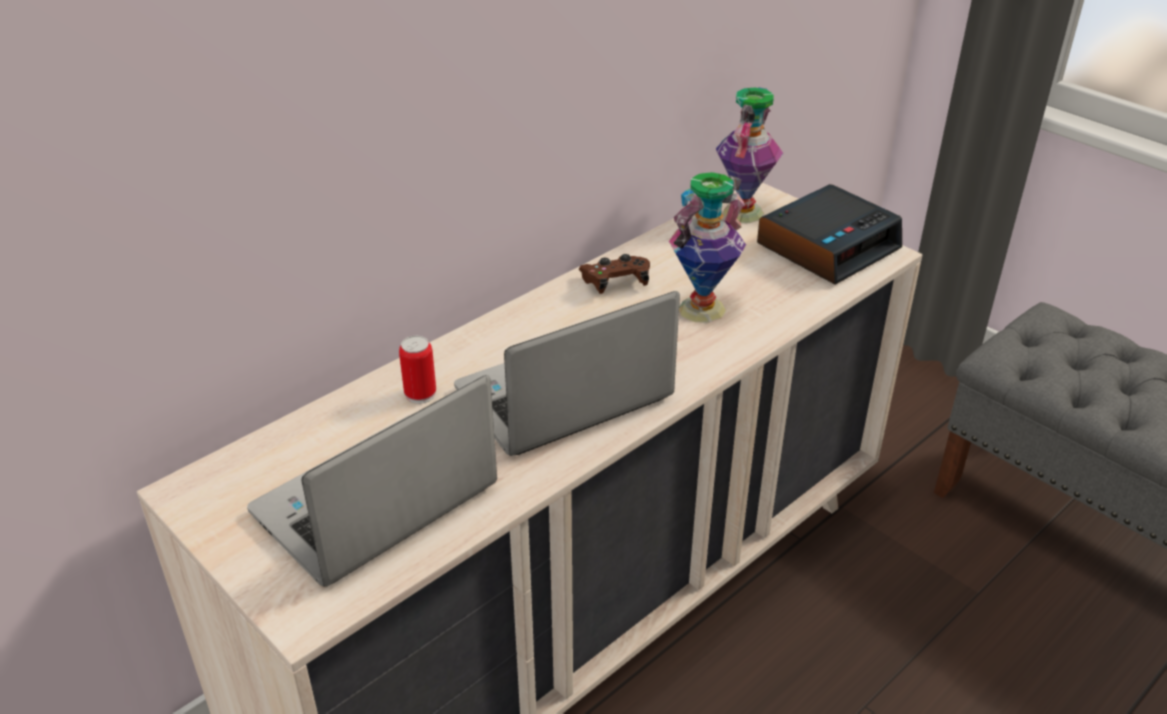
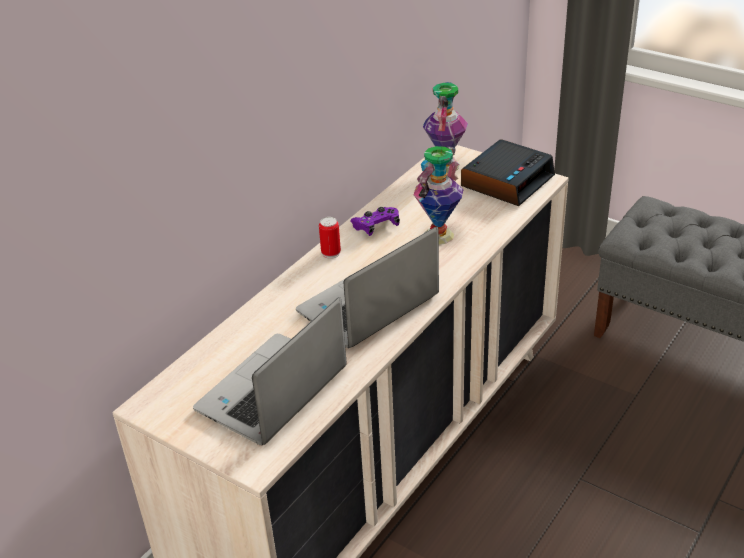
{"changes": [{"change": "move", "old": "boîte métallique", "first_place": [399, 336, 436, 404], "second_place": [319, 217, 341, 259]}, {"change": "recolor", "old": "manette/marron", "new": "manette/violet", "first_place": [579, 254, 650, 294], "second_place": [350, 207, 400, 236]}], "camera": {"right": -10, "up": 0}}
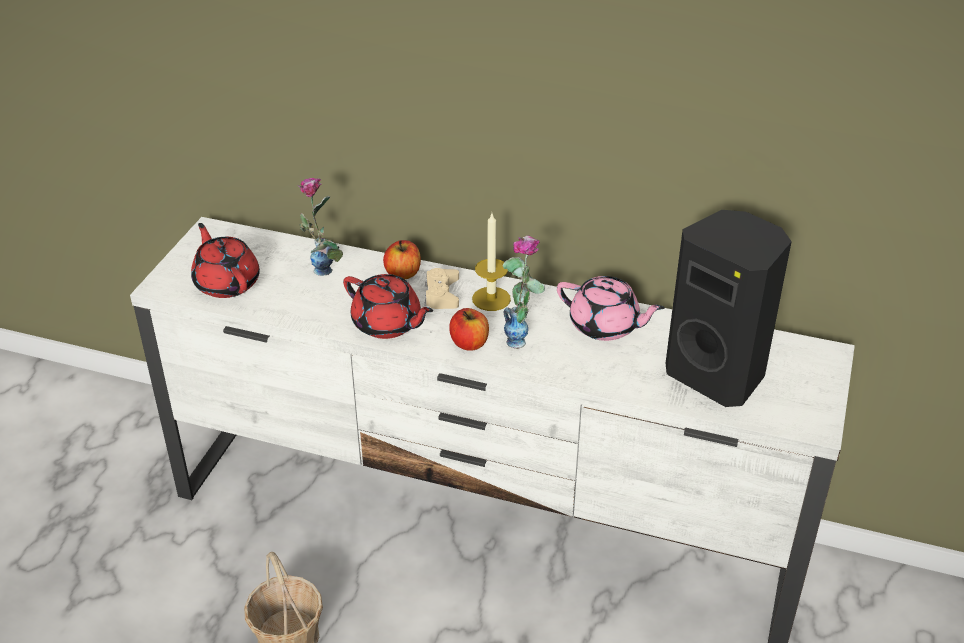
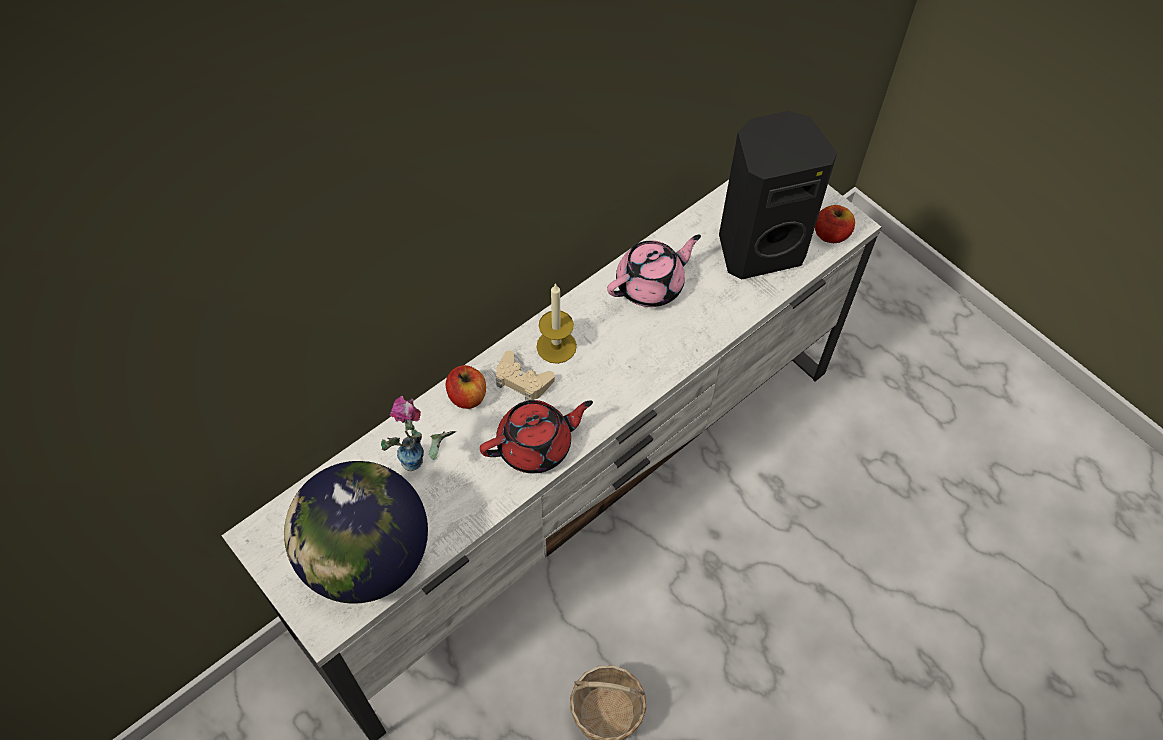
{"changes": [{"change": "replace", "old": "théière/rouge", "new": "globe", "first_place": [191, 223, 260, 298], "second_place": [284, 461, 428, 604]}, {"change": "move", "old": "pomme", "first_place": [449, 308, 489, 351], "second_place": [815, 205, 855, 243]}, {"change": "delete", "old": "vase", "first_place": [503, 235, 545, 349]}], "camera": {"right": -60, "up": 20}}
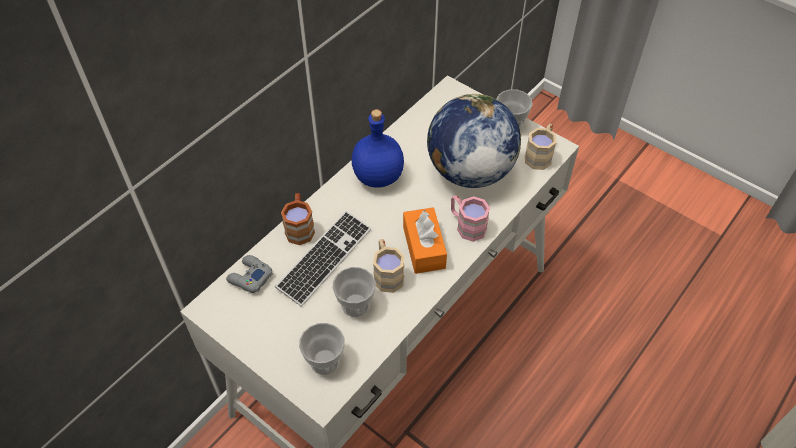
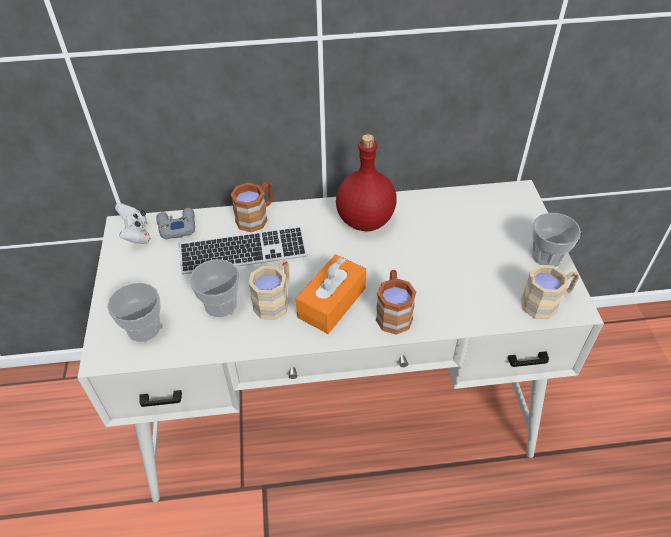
{"changes": [{"change": "recolor", "old": "bouteille/bleu", "new": "bouteille/rouge", "first_place": [352, 109, 404, 188], "second_place": [336, 134, 397, 231]}, {"change": "delete", "old": "globe", "first_place": [427, 94, 522, 188]}, {"change": "recolor", "old": "mug/rose", "new": "mug/marron", "first_place": [451, 195, 490, 242], "second_place": [376, 270, 416, 335]}, {"change": "insert", "new": "manette/blanc", "second_place": [115, 203, 151, 244]}], "camera": {"right": 45, "up": -5}}
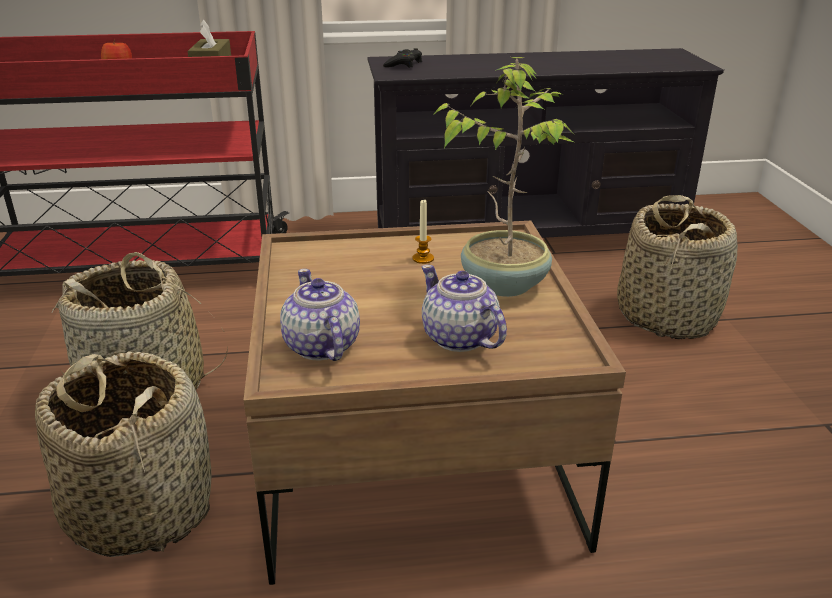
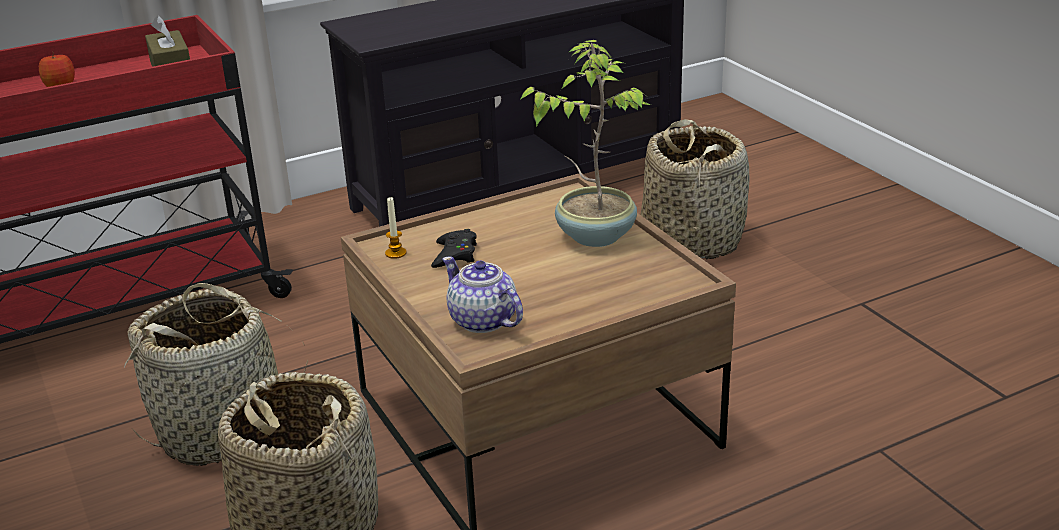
{"changes": [{"change": "move", "old": "manette/noir", "first_place": [383, 48, 422, 68], "second_place": [431, 229, 477, 268]}, {"change": "move", "old": "bougie", "first_place": [412, 199, 434, 264], "second_place": [385, 197, 406, 259]}, {"change": "delete", "old": "théière", "first_place": [421, 265, 507, 352]}], "camera": {"right": -20, "up": 0}}
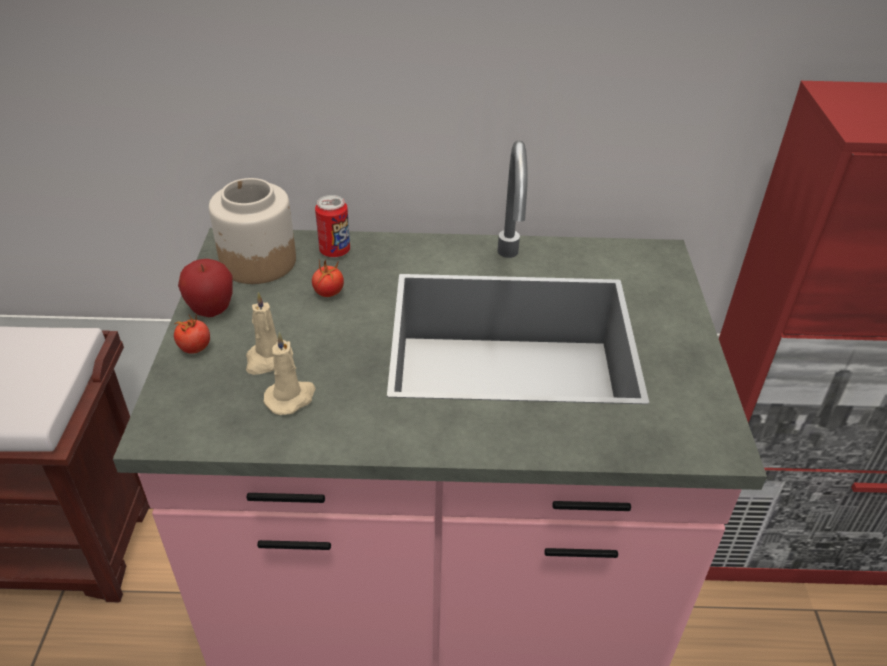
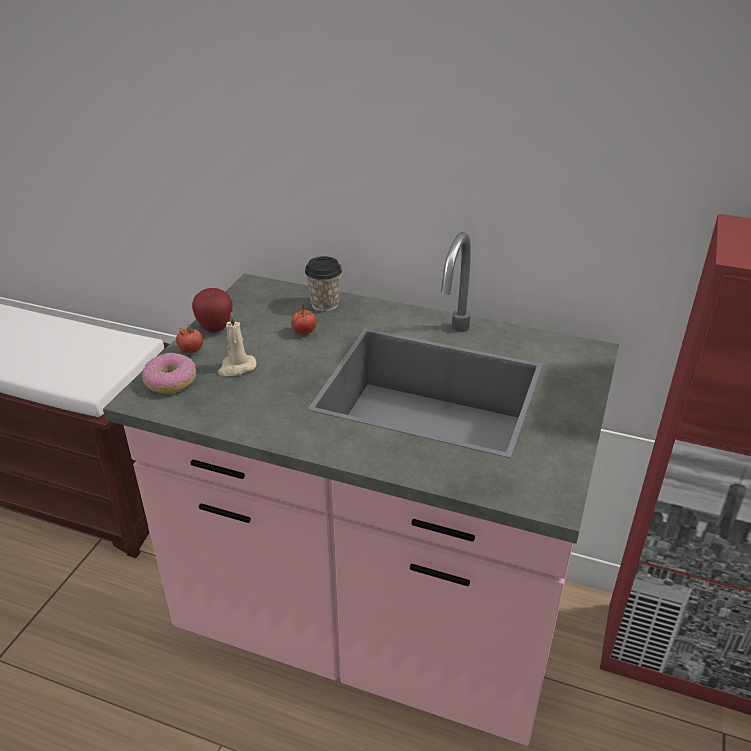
{"changes": [{"change": "delete", "old": "bocal", "first_place": [209, 178, 296, 284]}, {"change": "delete", "old": "bougie/beige", "first_place": [264, 332, 316, 415]}, {"change": "replace", "old": "boîte métallique", "new": "tasse", "first_place": [315, 195, 350, 258], "second_place": [305, 256, 342, 311]}, {"change": "insert", "new": "beignet", "second_place": [142, 353, 196, 394]}], "camera": {"right": 20, "up": -5}}
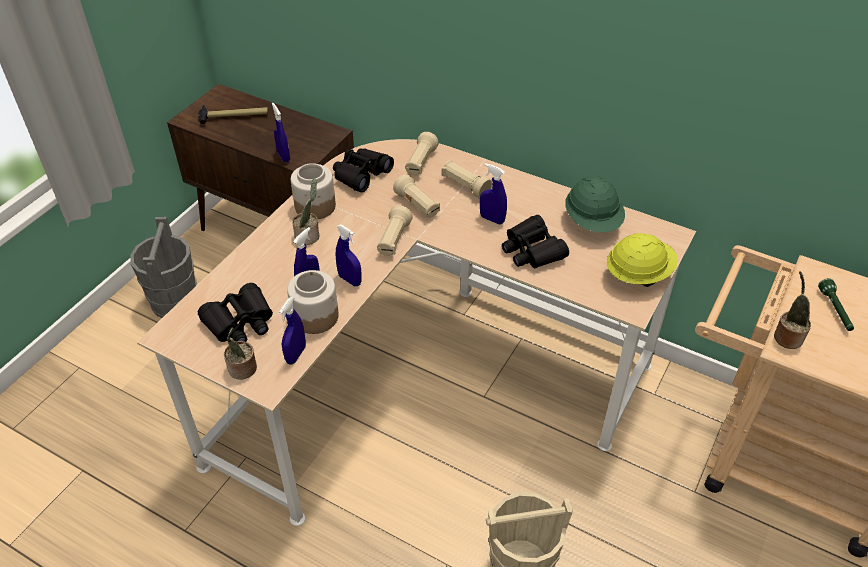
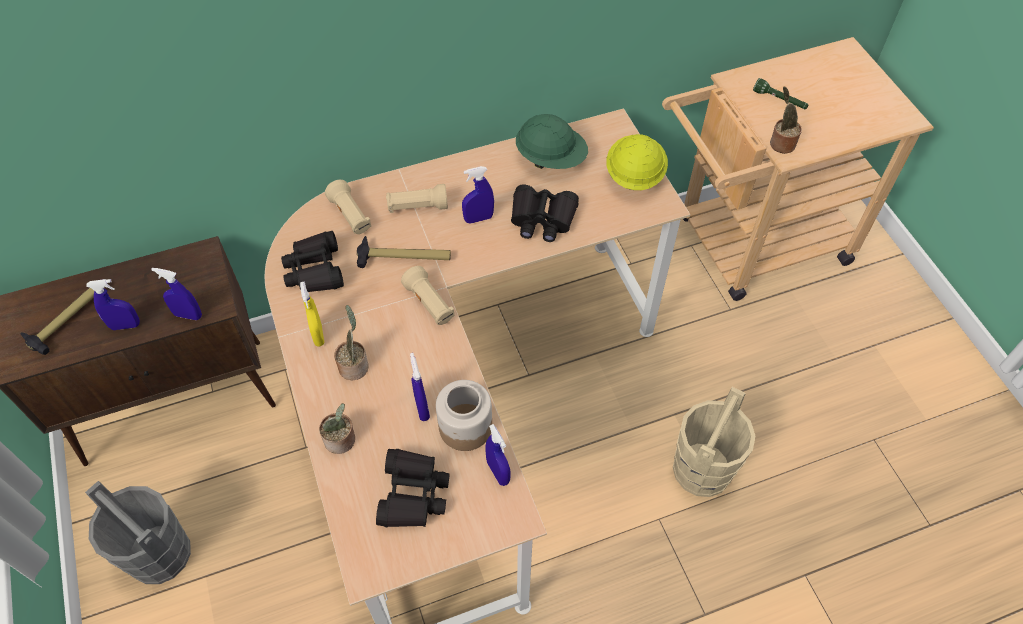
{"changes": [{"change": "move", "old": "plante en pot", "first_place": [224, 327, 257, 380], "second_place": [319, 403, 355, 454]}, {"change": "replace", "old": "bocal", "new": "vaporisateur/jaune", "first_place": [291, 163, 336, 219], "second_place": [300, 281, 324, 347]}, {"change": "move", "old": "vaporisateur/bleu", "first_place": [336, 224, 362, 286], "second_place": [86, 279, 140, 330]}, {"change": "replace", "old": "lampe de poche/beige", "new": "marteau", "first_place": [393, 174, 440, 218], "second_place": [357, 236, 451, 268]}], "camera": {"right": -50, "up": 10}}
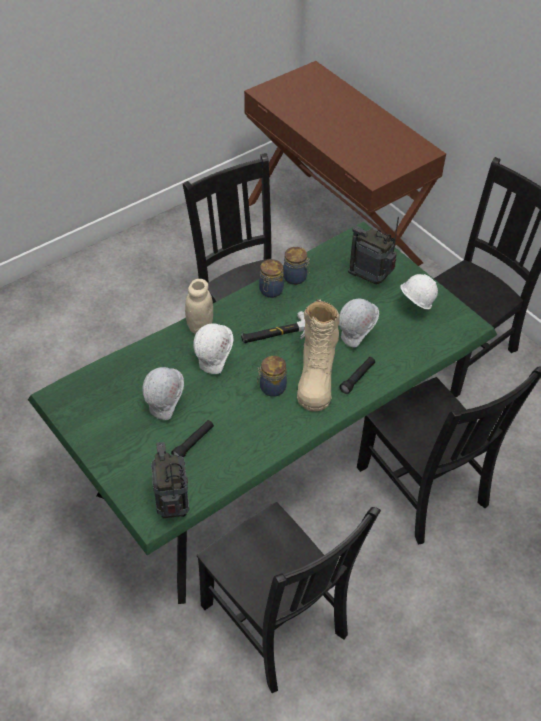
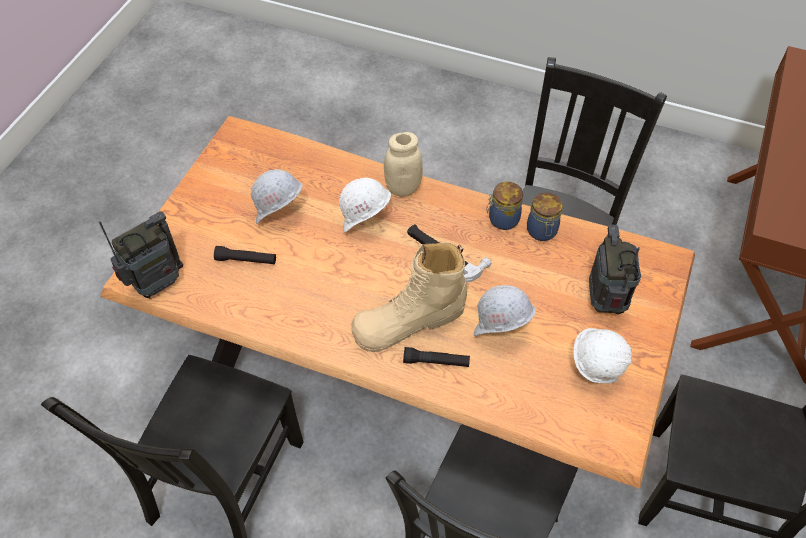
{"changes": [{"change": "recolor", "old": "table à manger/vert", "new": "table à manger/marron", "first_place": [28, 222, 497, 604], "second_place": [100, 116, 695, 522]}, {"change": "delete", "old": "bocal", "first_place": [257, 356, 287, 397]}], "camera": {"right": 60, "up": 5}}
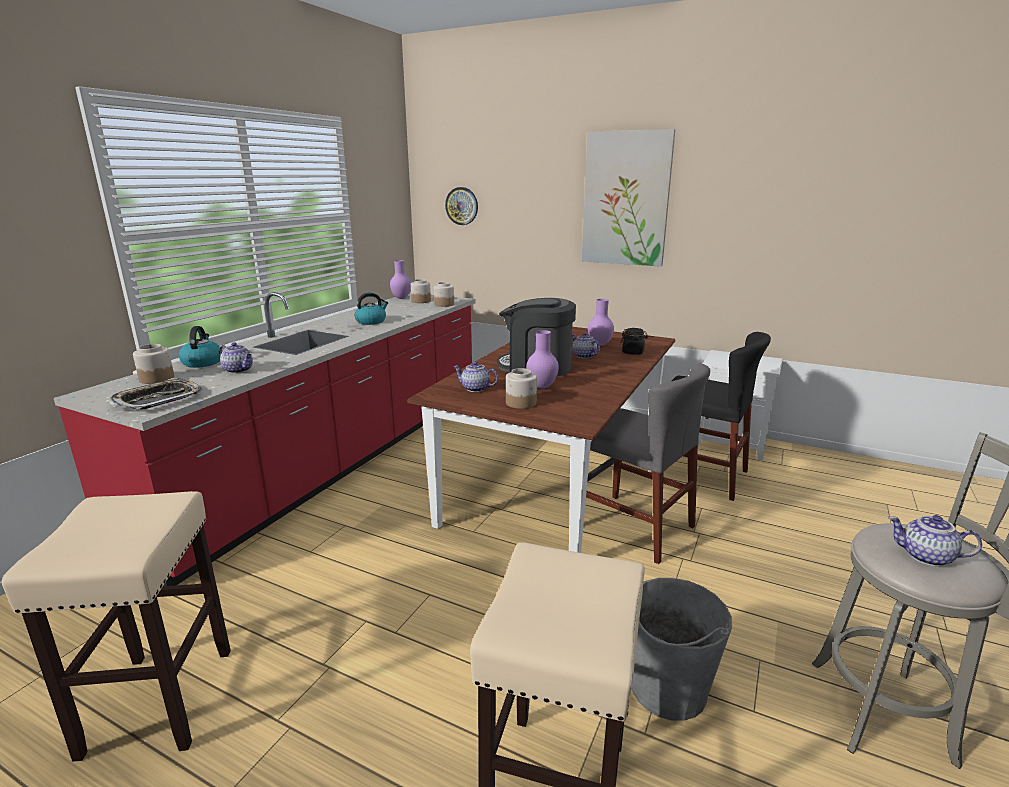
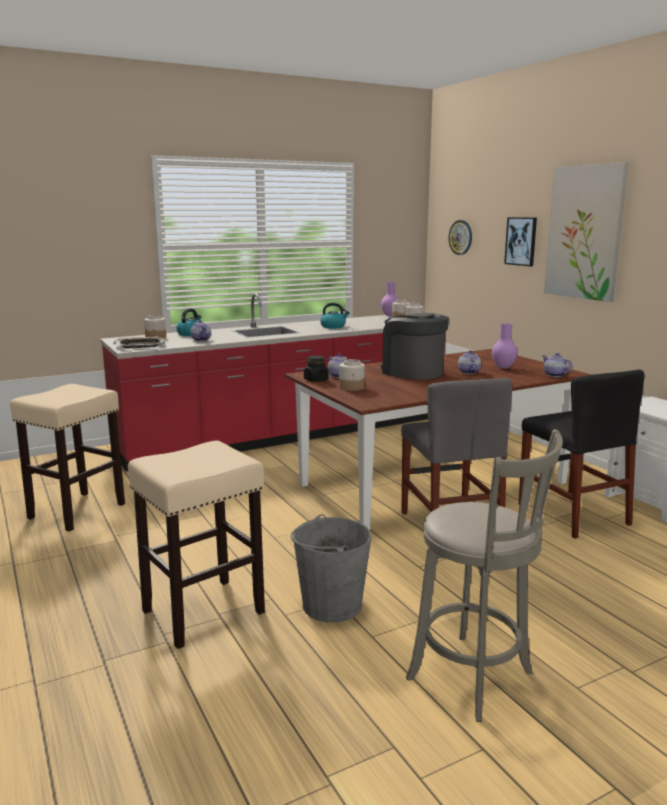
{"changes": [{"change": "delete", "old": "vase/violet", "first_place": [526, 330, 559, 388]}, {"change": "move", "old": "bocal/noir", "first_place": [621, 328, 648, 355], "second_place": [304, 356, 328, 382]}, {"change": "move", "old": "théière", "first_place": [888, 515, 982, 566], "second_place": [542, 353, 572, 377]}, {"change": "insert", "new": "tableau", "second_place": [504, 217, 537, 266]}], "camera": {"right": 35, "up": -5}}
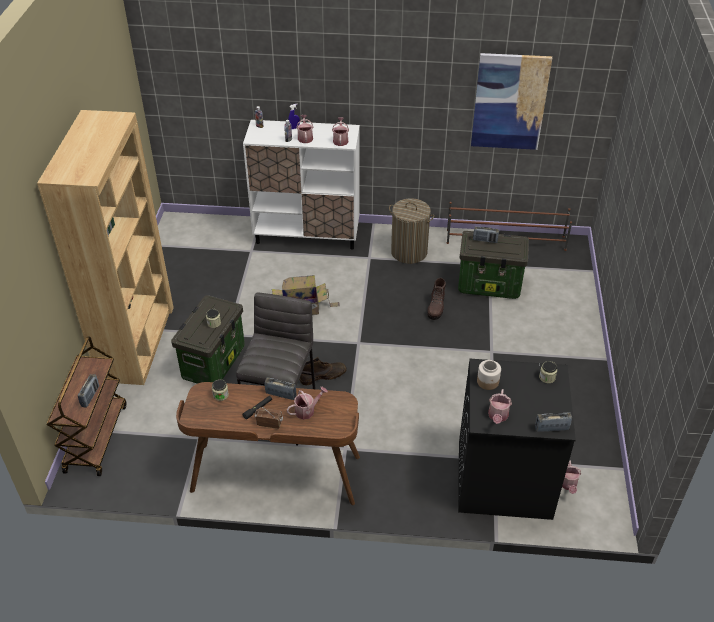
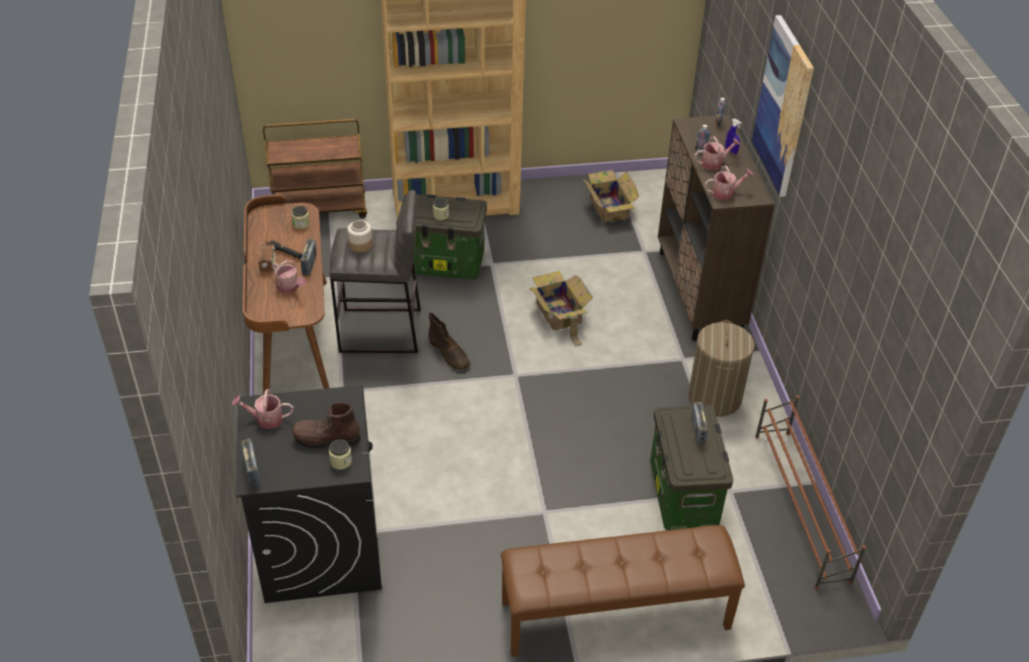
{"changes": [{"change": "delete", "old": "radio", "first_place": [78, 374, 99, 408]}, {"change": "recolor", "old": "meuble de rangement/blanc", "new": "meuble de rangement/marron", "first_place": [243, 120, 360, 250], "second_place": [658, 115, 775, 341]}, {"change": "move", "old": "botte/marron", "first_place": [427, 278, 446, 320], "second_place": [292, 402, 361, 449]}, {"change": "move", "old": "tableau", "first_place": [471, 53, 552, 150], "second_place": [752, 15, 814, 197]}, {"change": "move", "old": "bocal", "first_place": [477, 360, 501, 390], "second_place": [347, 220, 373, 252]}, {"change": "delete", "old": "arrosoir", "first_place": [562, 460, 581, 494]}, {"change": "insert", "new": "banc/marron", "second_place": [501, 525, 745, 657]}, {"change": "insert", "new": "carton", "second_place": [583, 170, 639, 222]}], "camera": {"right": 75, "up": 0}}
